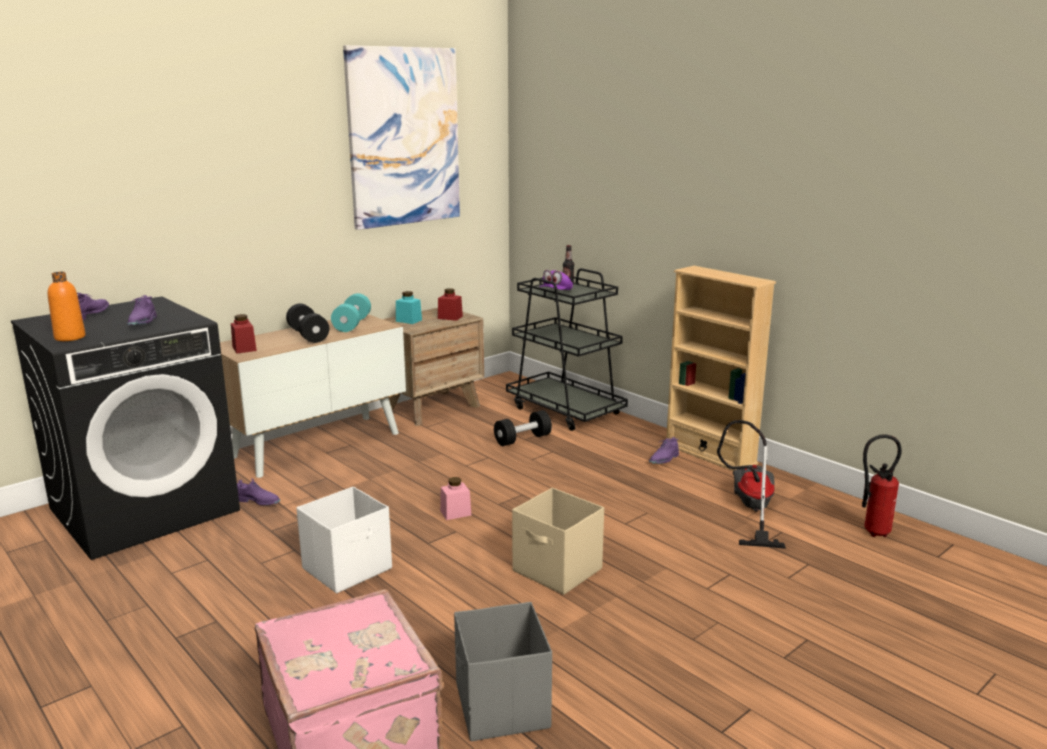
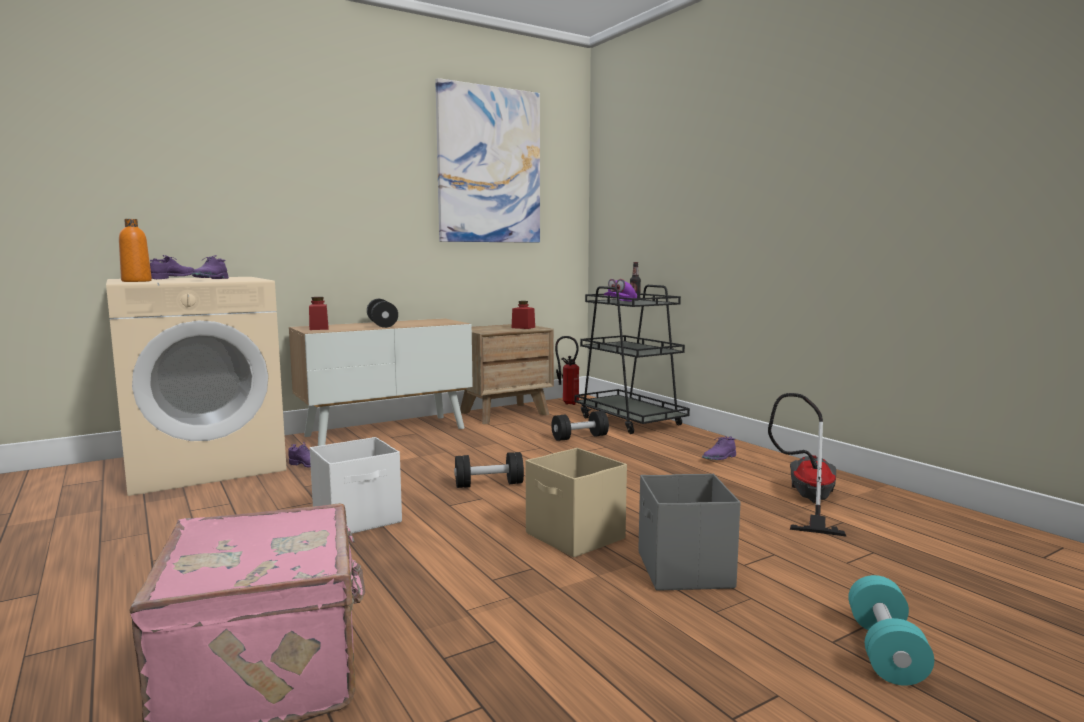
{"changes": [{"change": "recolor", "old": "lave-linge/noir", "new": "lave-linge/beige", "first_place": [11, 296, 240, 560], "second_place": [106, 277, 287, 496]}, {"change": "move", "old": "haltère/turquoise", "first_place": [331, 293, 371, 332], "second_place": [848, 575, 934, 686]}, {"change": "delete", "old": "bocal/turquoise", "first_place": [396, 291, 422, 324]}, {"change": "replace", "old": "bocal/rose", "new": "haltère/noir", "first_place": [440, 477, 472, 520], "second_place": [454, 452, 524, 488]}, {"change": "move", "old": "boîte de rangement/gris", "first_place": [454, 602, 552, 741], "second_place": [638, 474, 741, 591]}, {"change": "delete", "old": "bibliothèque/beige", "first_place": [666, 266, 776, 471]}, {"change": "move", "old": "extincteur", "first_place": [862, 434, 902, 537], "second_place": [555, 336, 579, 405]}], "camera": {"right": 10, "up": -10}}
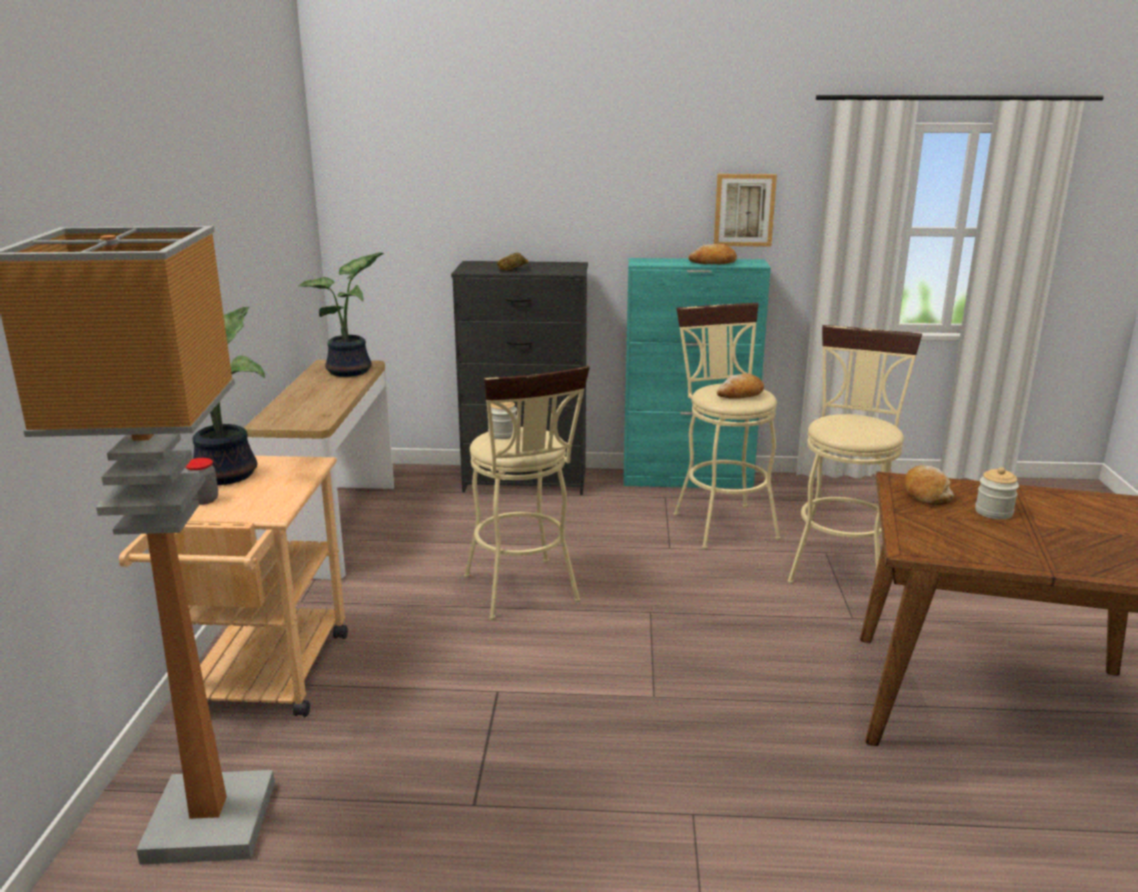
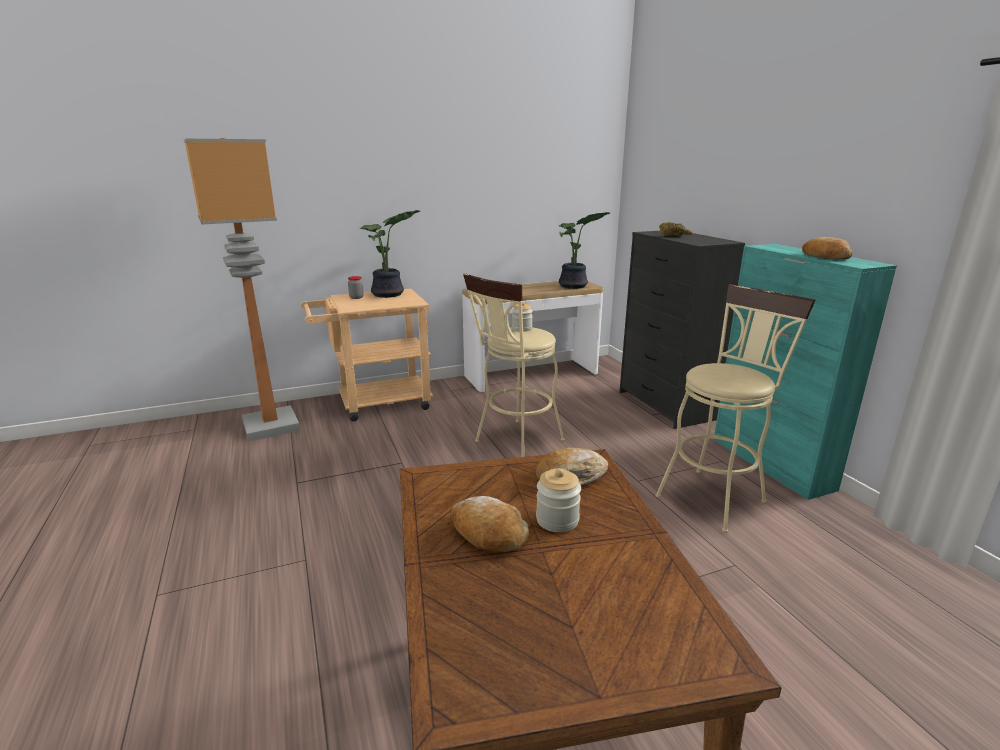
{"changes": [{"change": "delete", "old": "tableau", "first_place": [714, 174, 777, 247]}, {"change": "move", "old": "pain", "first_place": [717, 373, 764, 399], "second_place": [451, 496, 529, 552]}, {"change": "delete", "old": "tabouret/beige", "first_place": [787, 325, 922, 583]}], "camera": {"right": 65, "up": 0}}
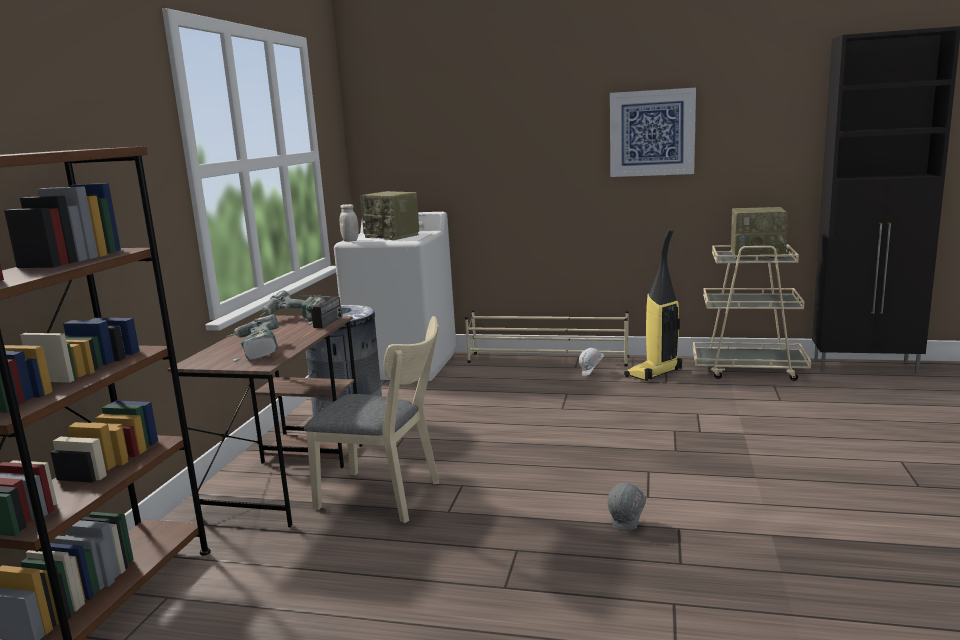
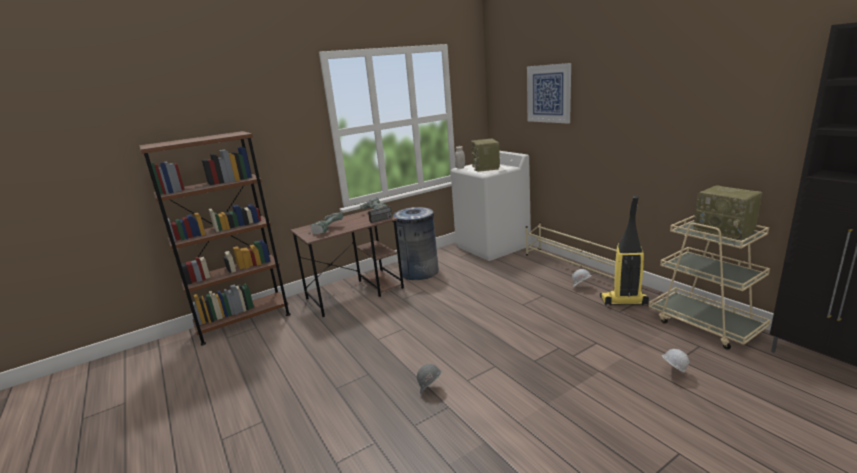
{"changes": [{"change": "delete", "old": "chaise/beige", "first_place": [304, 316, 439, 523]}, {"change": "move", "old": "tableau", "first_place": [610, 88, 696, 177], "second_place": [527, 63, 571, 124]}, {"change": "insert", "new": "casque de chantier/blanc", "second_place": [662, 349, 689, 373]}], "camera": {"right": 45, "up": 5}}
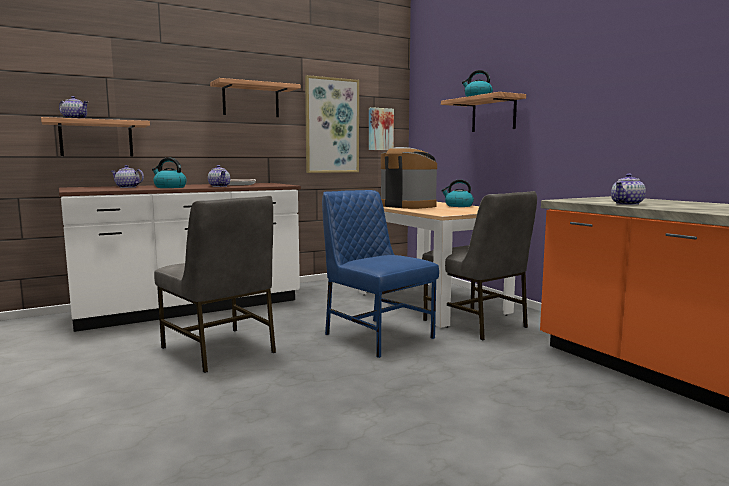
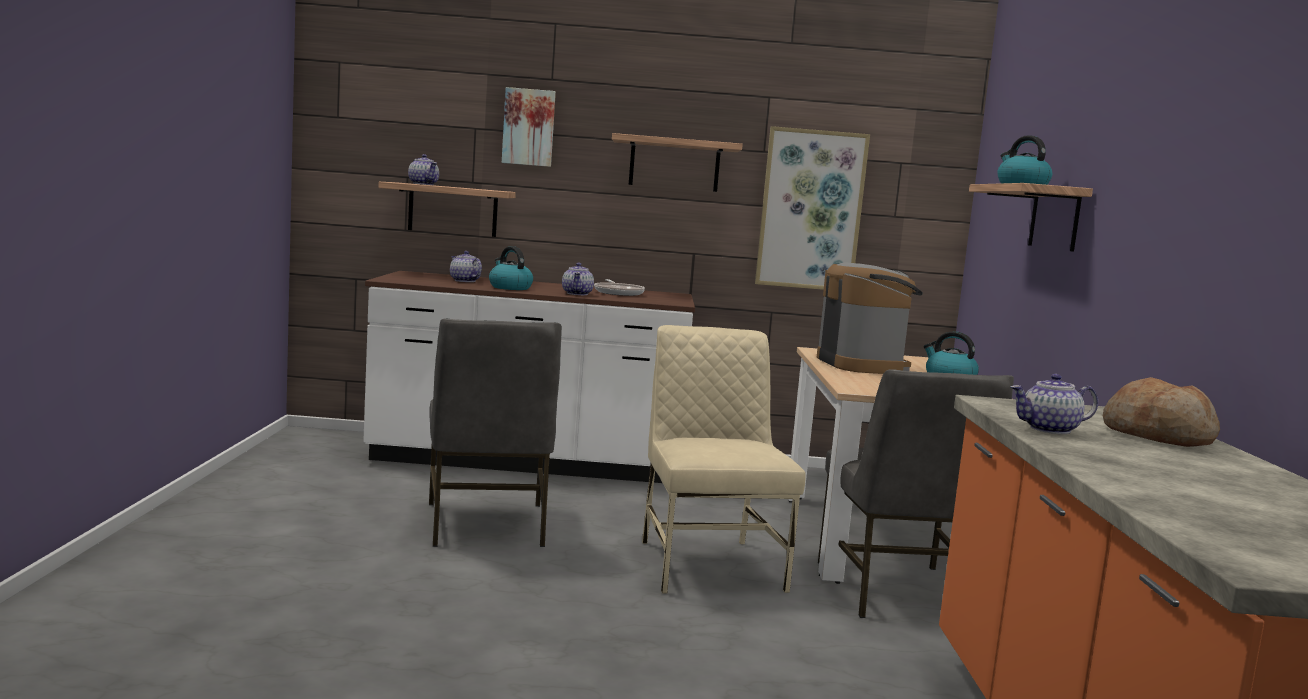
{"changes": [{"change": "recolor", "old": "chaise/bleu", "new": "chaise/beige", "first_place": [322, 190, 439, 358], "second_place": [642, 325, 806, 593]}, {"change": "move", "old": "tableau", "first_place": [369, 107, 394, 150], "second_place": [502, 87, 556, 167]}, {"change": "insert", "new": "pain", "second_place": [1103, 377, 1220, 447]}], "camera": {"right": 30, "up": 0}}
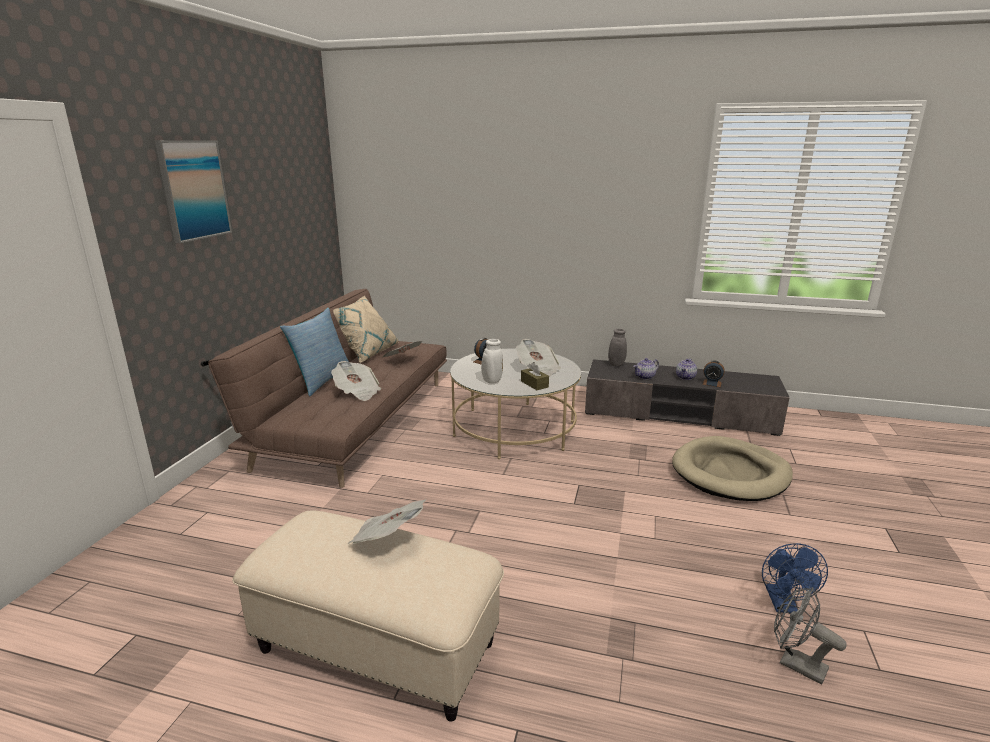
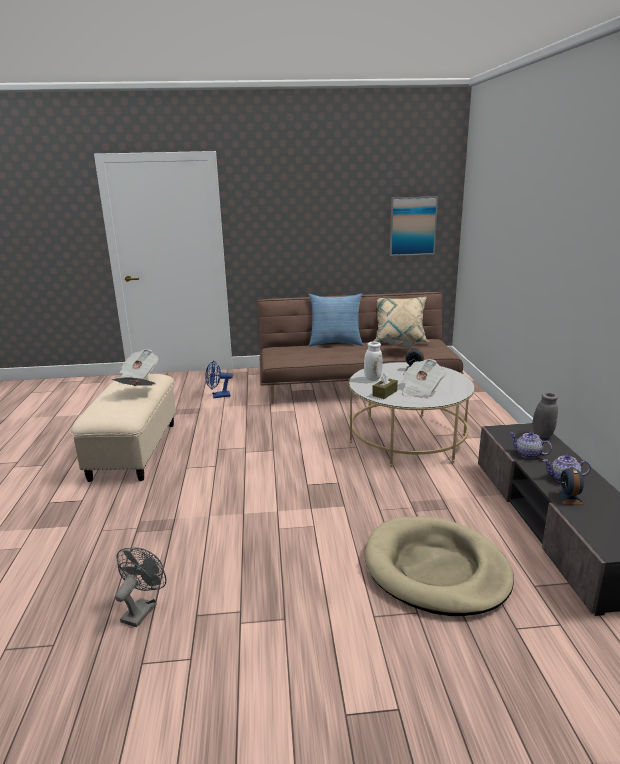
{"changes": [{"change": "move", "old": "tableau", "first_place": [155, 140, 232, 243], "second_place": [390, 196, 438, 256]}, {"change": "move", "old": "journal", "first_place": [331, 361, 381, 401], "second_place": [118, 349, 158, 384]}, {"change": "move", "old": "ventilateur/bleu", "first_place": [762, 543, 828, 613], "second_place": [205, 360, 233, 398]}], "camera": {"right": 70, "up": 0}}
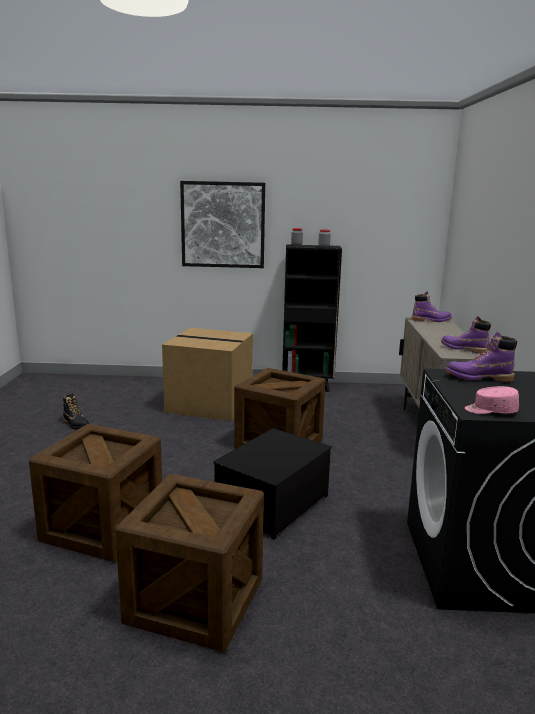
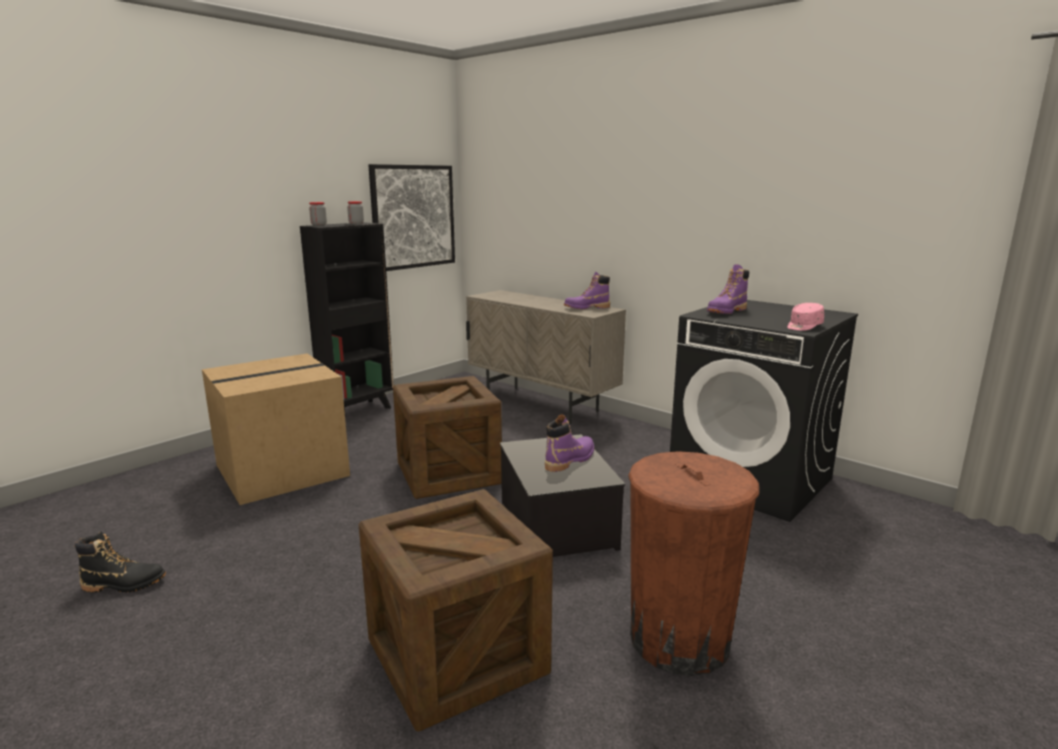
{"changes": [{"change": "replace", "old": "caisse", "new": "poubelle/marron", "first_place": [115, 474, 264, 652], "second_place": [628, 451, 759, 676]}, {"change": "move", "old": "tableau", "first_place": [180, 181, 265, 268], "second_place": [368, 164, 455, 271]}, {"change": "move", "old": "botte/violet", "first_place": [411, 291, 452, 322], "second_place": [545, 414, 594, 472]}], "camera": {"right": -50, "up": 0}}
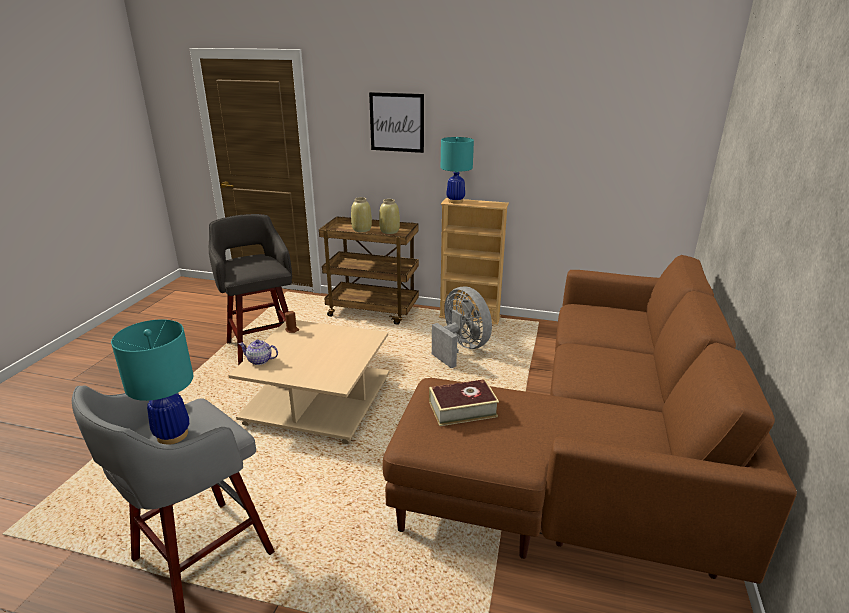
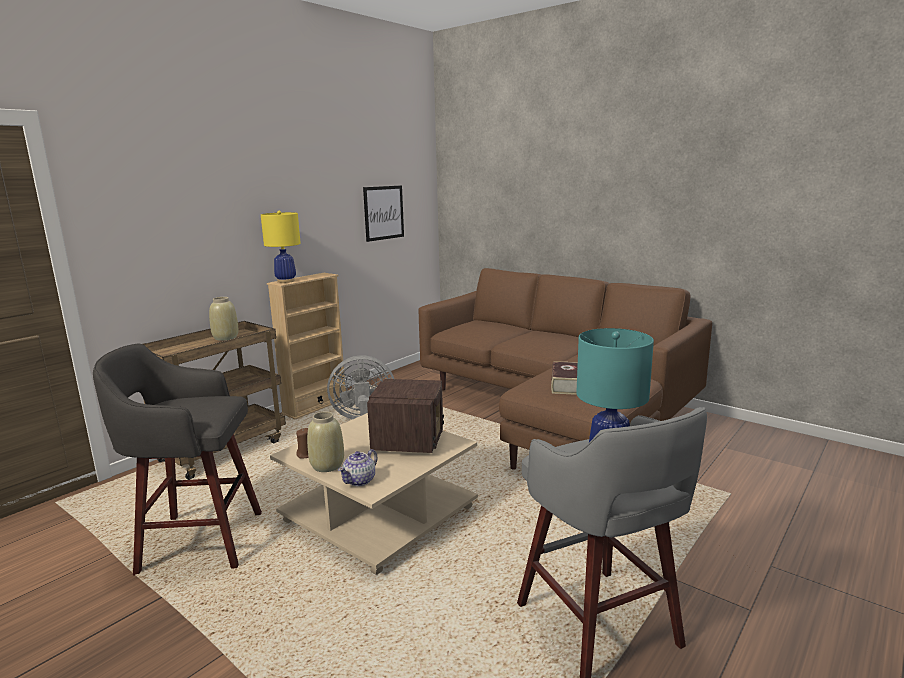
{"changes": [{"change": "move", "old": "vase/beige", "first_place": [351, 197, 372, 232], "second_place": [307, 411, 344, 472]}, {"change": "move", "old": "tableau", "first_place": [369, 92, 424, 153], "second_place": [363, 185, 404, 242]}, {"change": "recolor", "old": "lampe de table/turquoise", "new": "lampe de table/jaune", "first_place": [441, 137, 474, 203], "second_place": [261, 211, 301, 283]}, {"change": "insert", "new": "radio", "second_place": [367, 379, 444, 453]}], "camera": {"right": -65, "up": -10}}
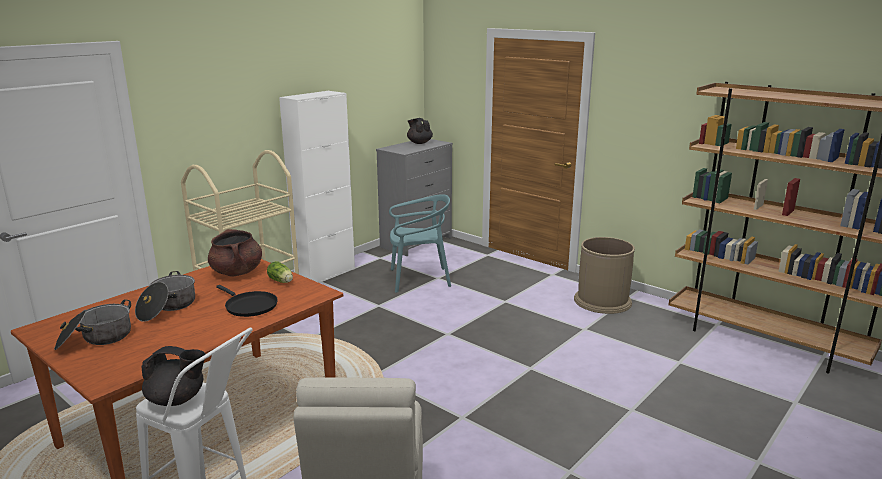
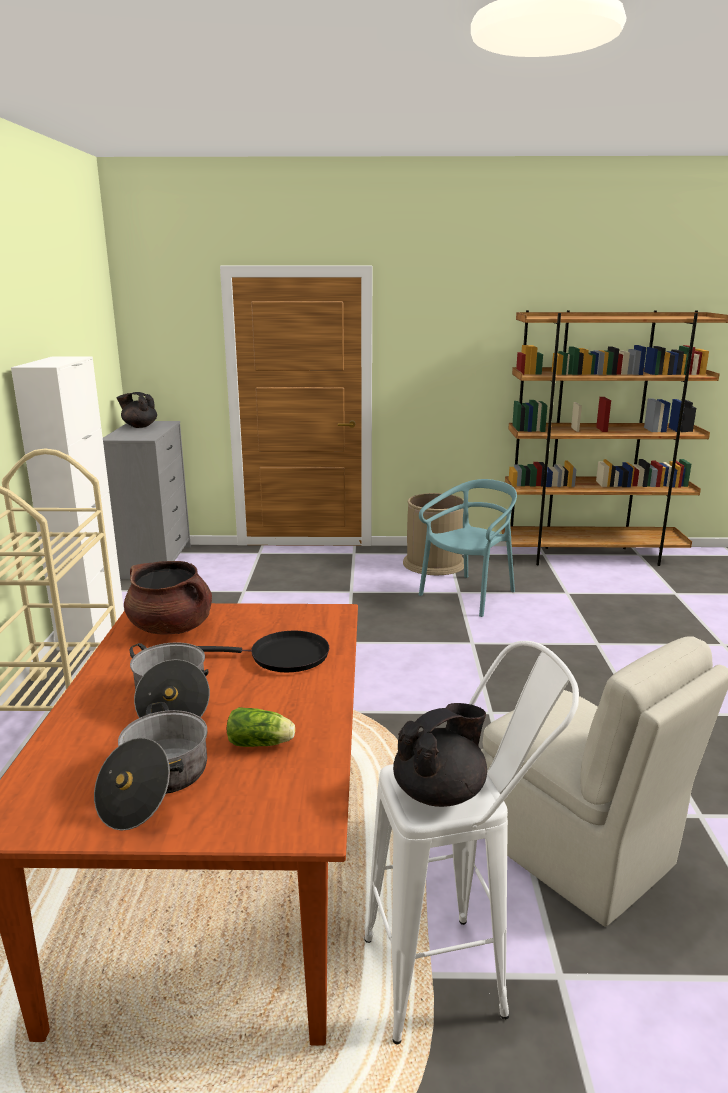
{"changes": [{"change": "move", "old": "laitue", "first_place": [267, 261, 293, 283], "second_place": [227, 707, 295, 747]}, {"change": "move", "old": "chaise/turquoise", "first_place": [389, 194, 451, 293], "second_place": [419, 479, 517, 617]}], "camera": {"right": -40, "up": 0}}
